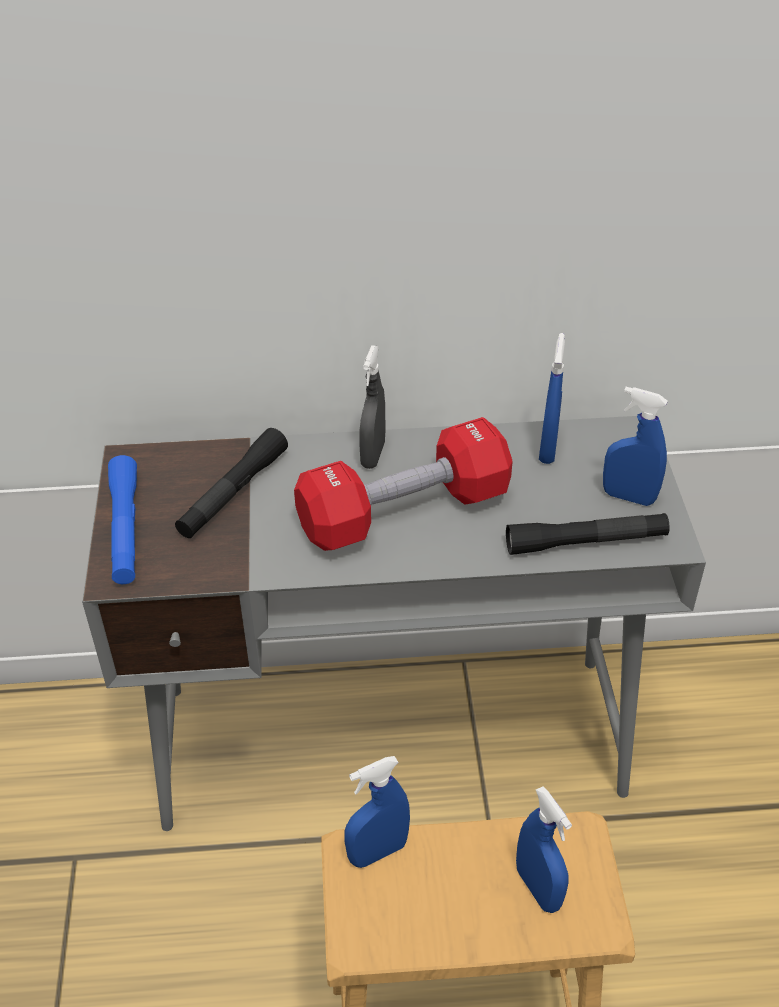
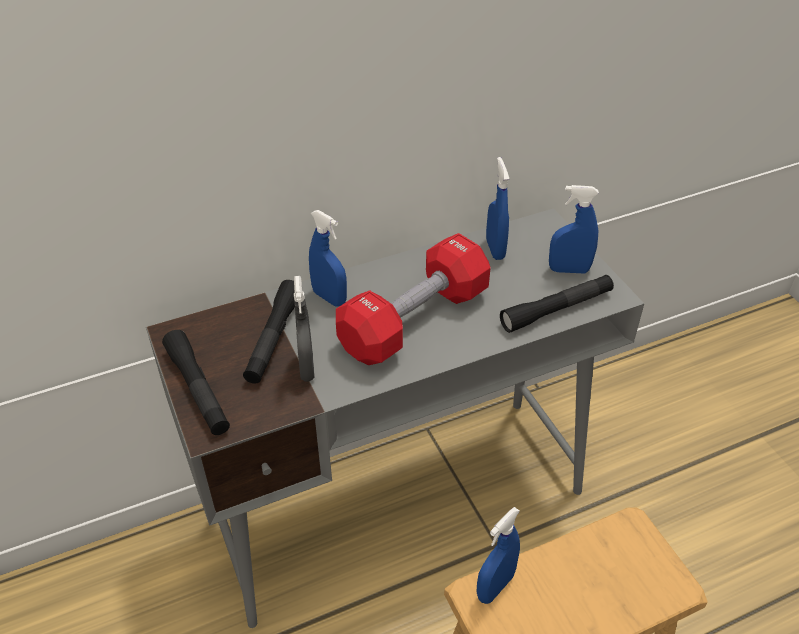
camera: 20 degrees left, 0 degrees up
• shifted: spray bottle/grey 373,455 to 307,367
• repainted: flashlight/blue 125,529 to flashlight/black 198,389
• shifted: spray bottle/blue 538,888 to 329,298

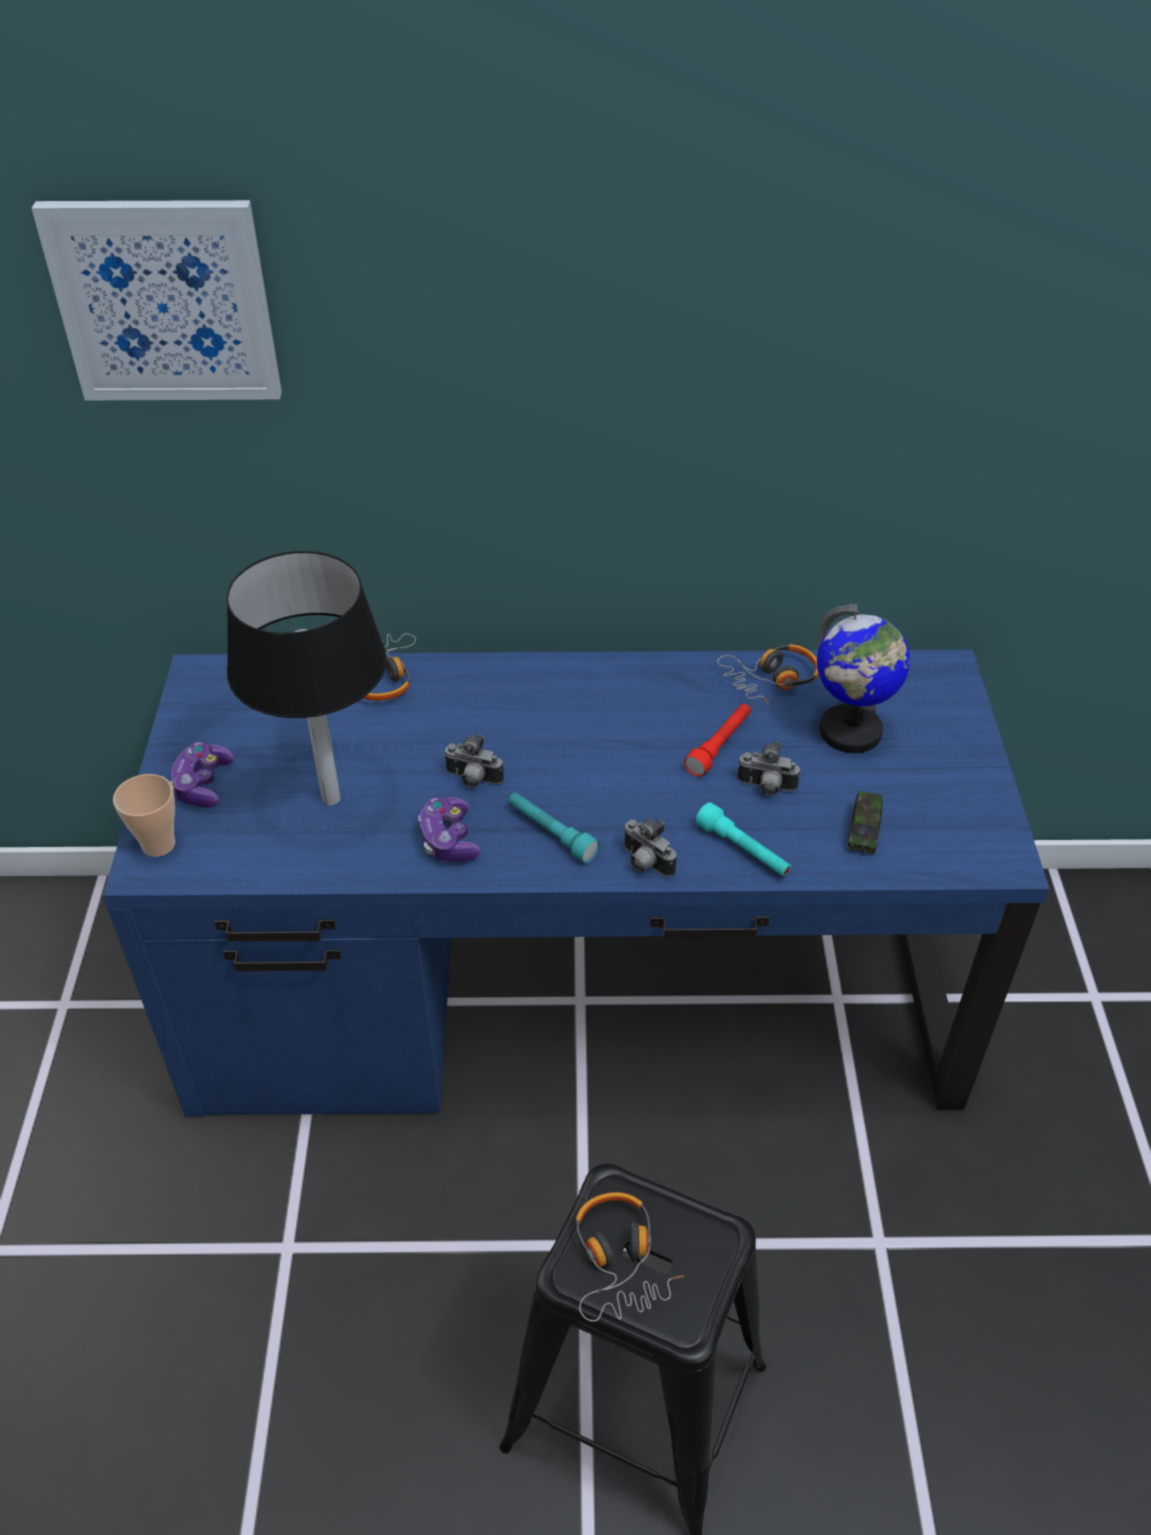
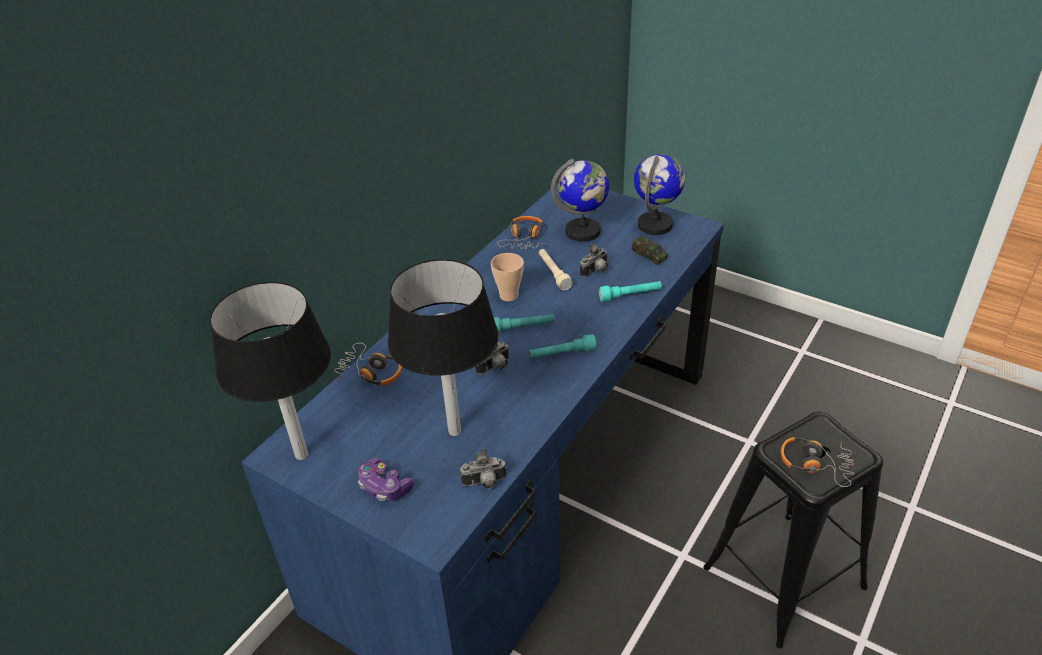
camera: 55 degrees left, 5 degrees down
• gone: picture 165,301
• repainted: flashlight/red 719,746 to flashlight/beige 553,273
• shifted: cup 158,845 to 509,295
• gone: game controller 449,840
• shifted: photo camera 644,863 to 485,483
• new: globe 655,225
• new: table lamp/black 301,454
• new: flashlight/turquoise 522,328

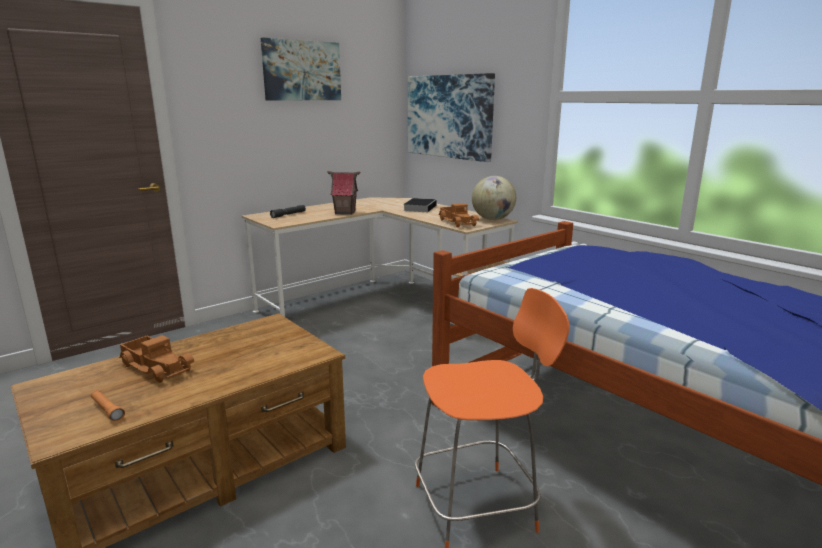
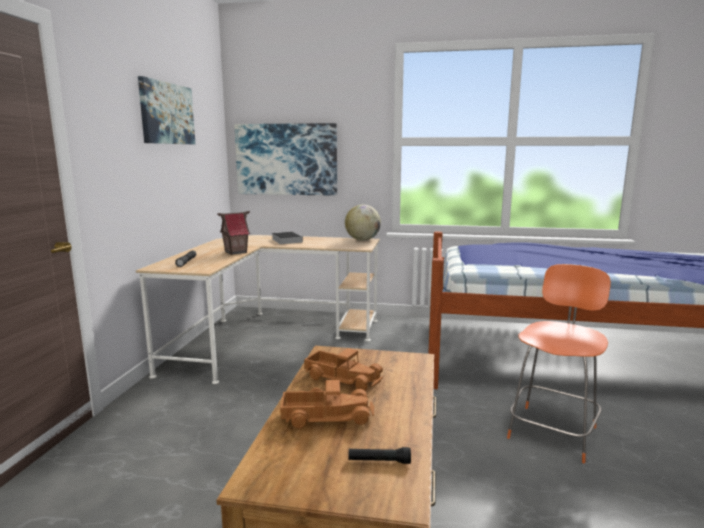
camera: 40 degrees left, 5 degrees down
• shifted: toy truck 458,222 to 343,378
• repainted: flashlight/orange 107,410 to flashlight/black 379,461

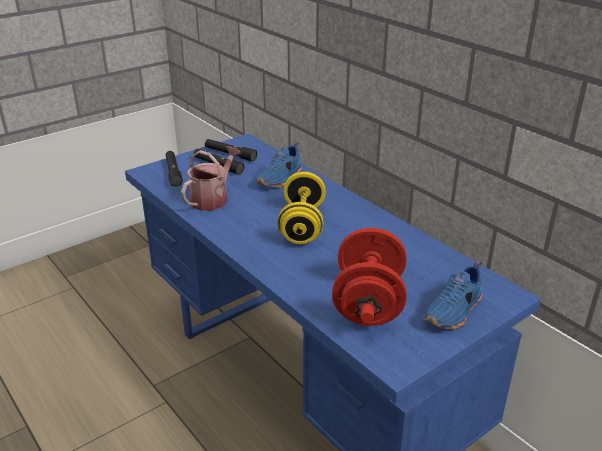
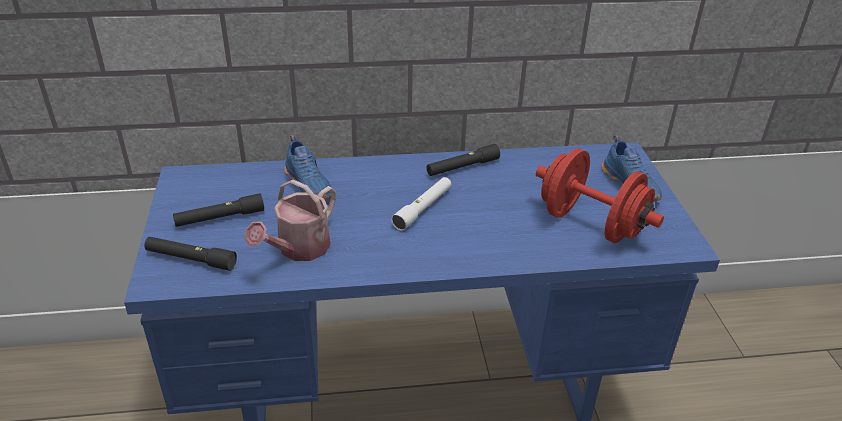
camera: 60 degrees left, 5 degrees up
• shifted: flashlight/black 230,154 to 462,167
• rotated: watering can 212,198 = 298,249 120 degrees counterclockwise
• swapped: dumbbell/yellow 302,225 to flashlight/white 423,208

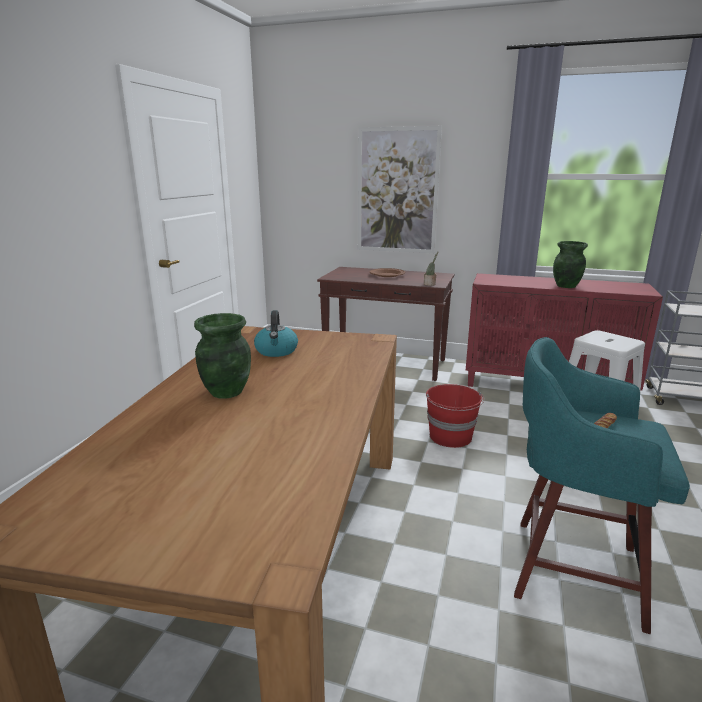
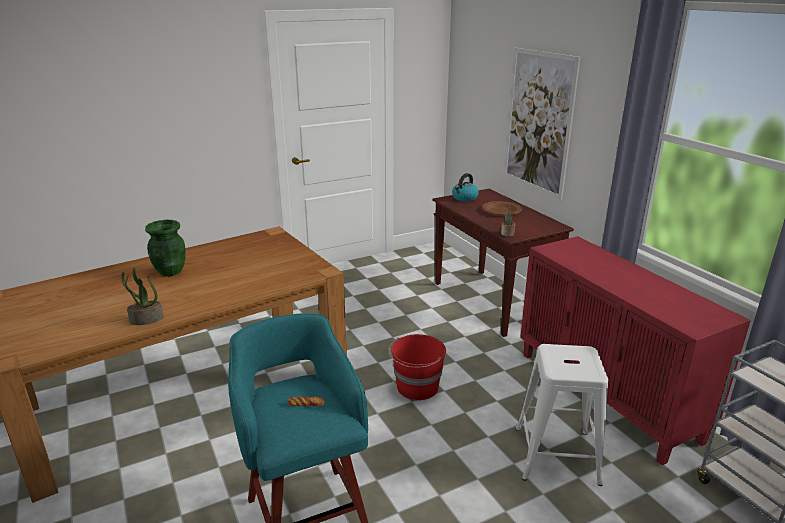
camera: 45 degrees right, 5 degrees up
• gone: vase/green 566,286
• shifted: kettle 276,351 to 464,198
• new: potted plant 146,320

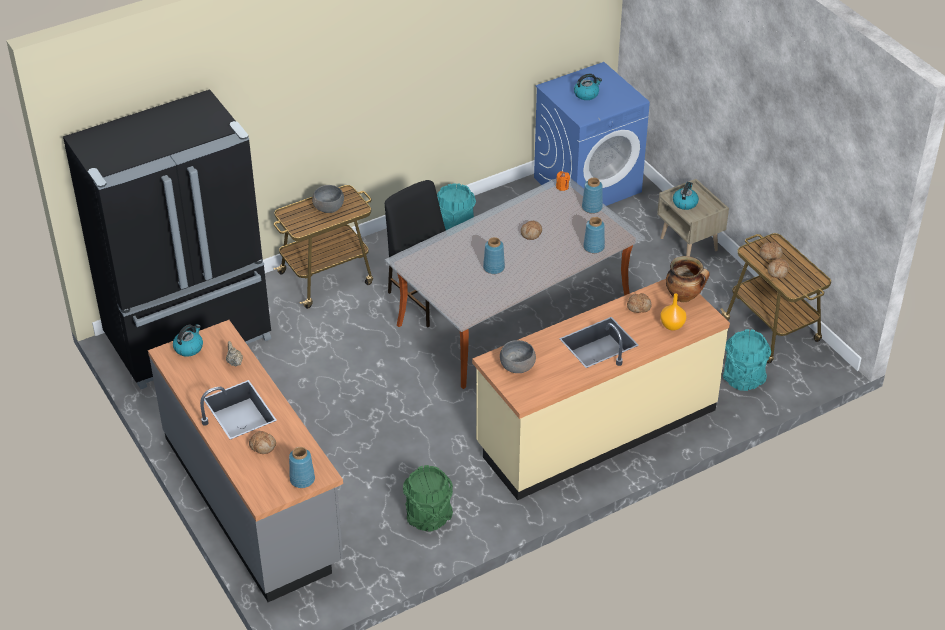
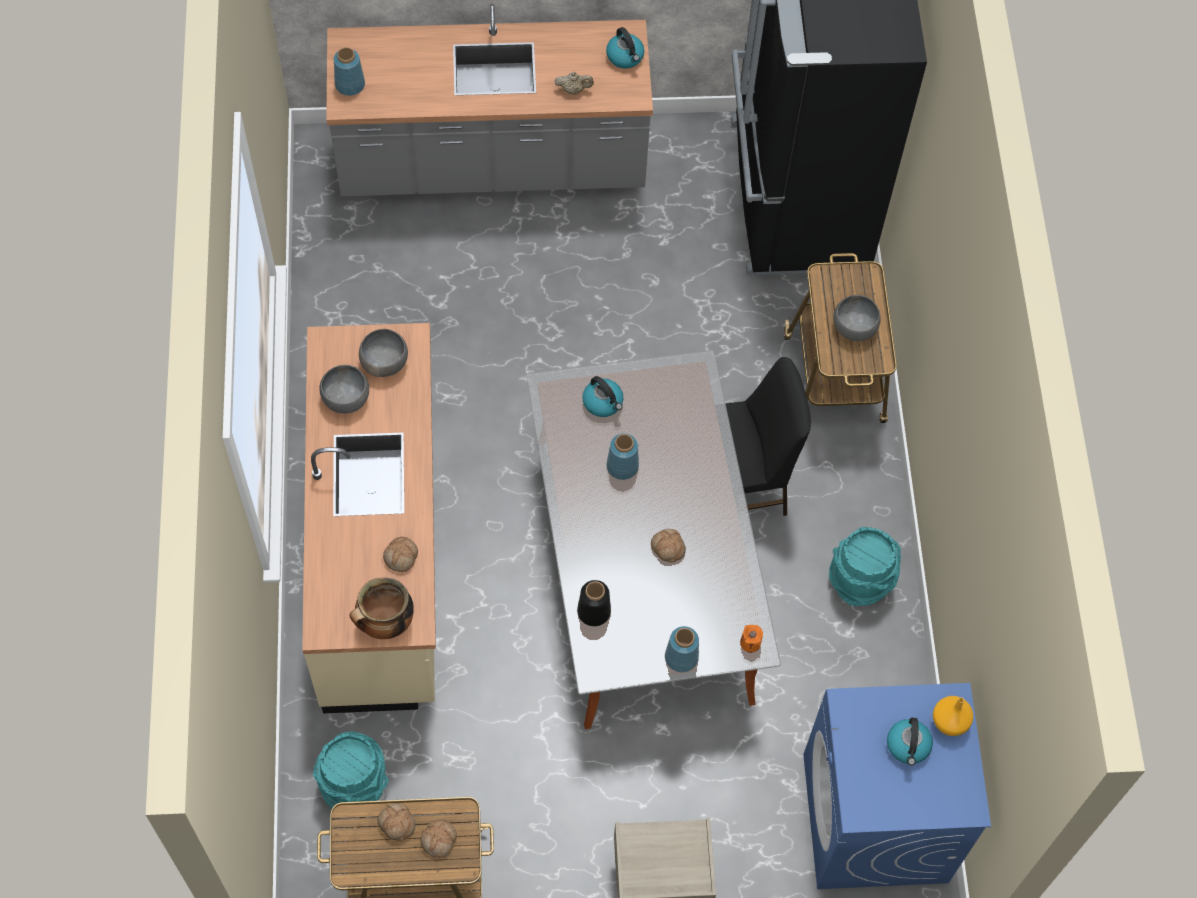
camera: 115 degrees right, 20 degrees up
• shifted: kettle 685,203 to 603,402
• repainted: vase/blue 593,247 to vase/black 594,611
• shifted: vase/orange 672,325 to 949,723
• gone: bread 263,445
• gone: bucket/green 428,517
• new: bowl/grey 346,398

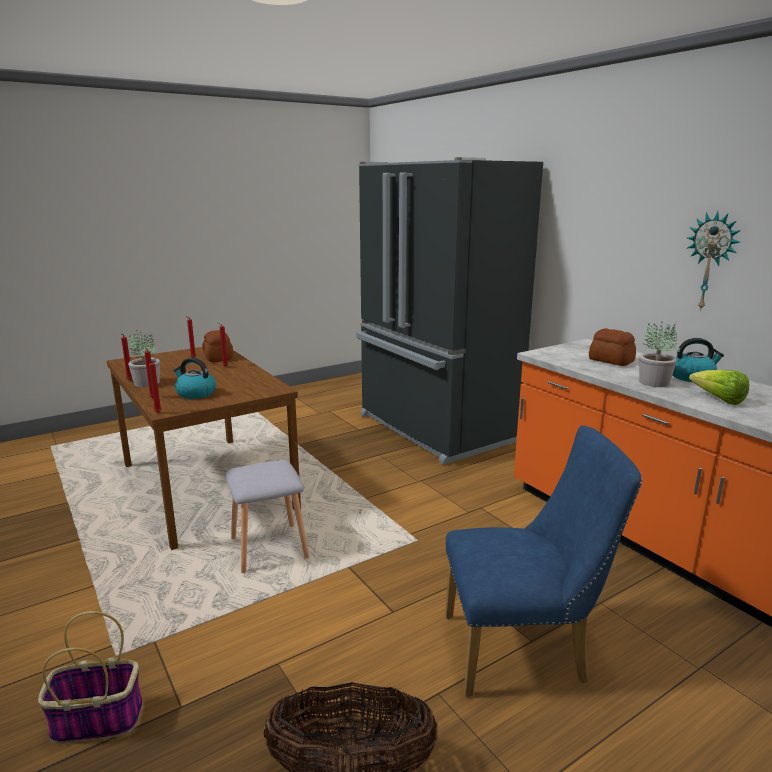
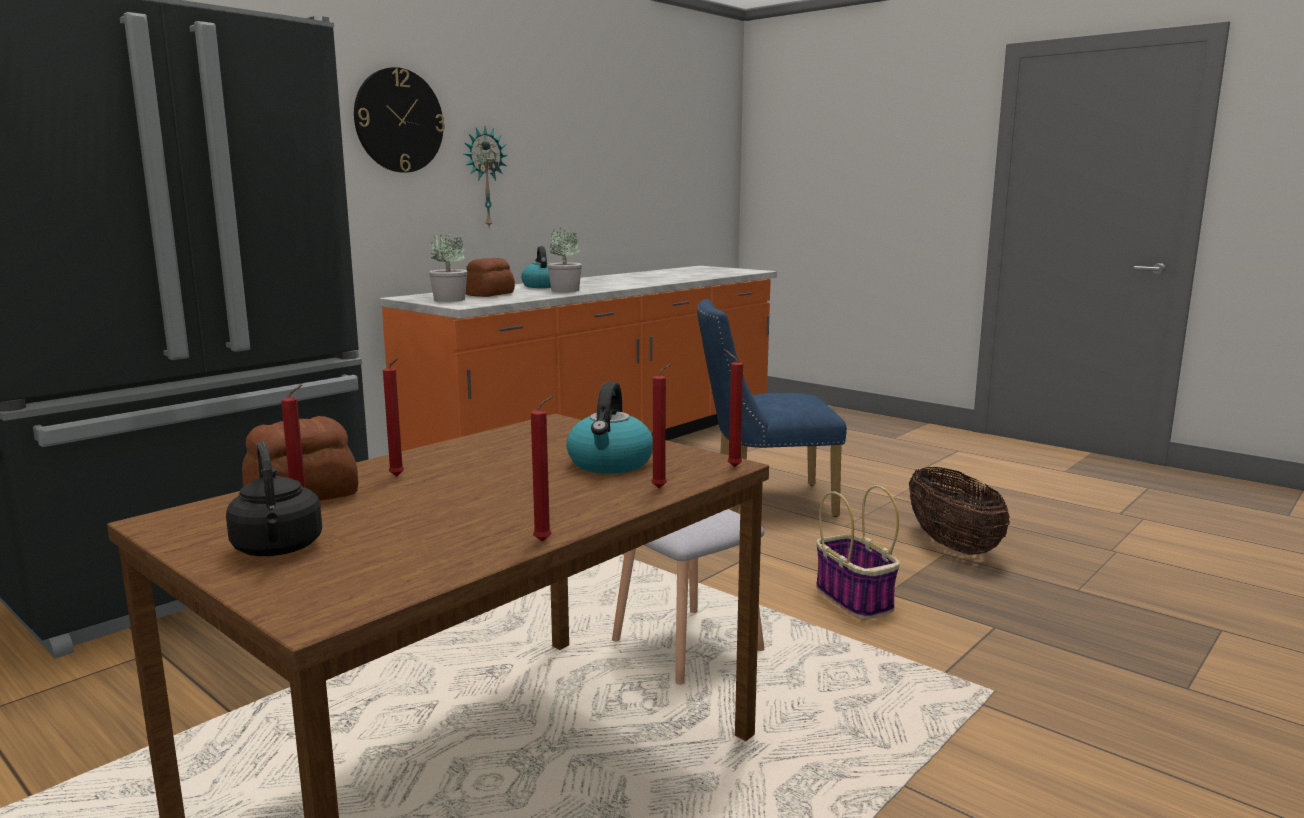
camera: 105 degrees left, 5 degrees down
• shifted: potted plant 146,383 to 449,300
• gone: lettuce 719,400
• rotated: chair/blue 524,650 = 763,501 75 degrees counterclockwise
• shifted: basket 95,721 to 855,599
• new: wall clock 399,120
• new: kettle/black 278,549

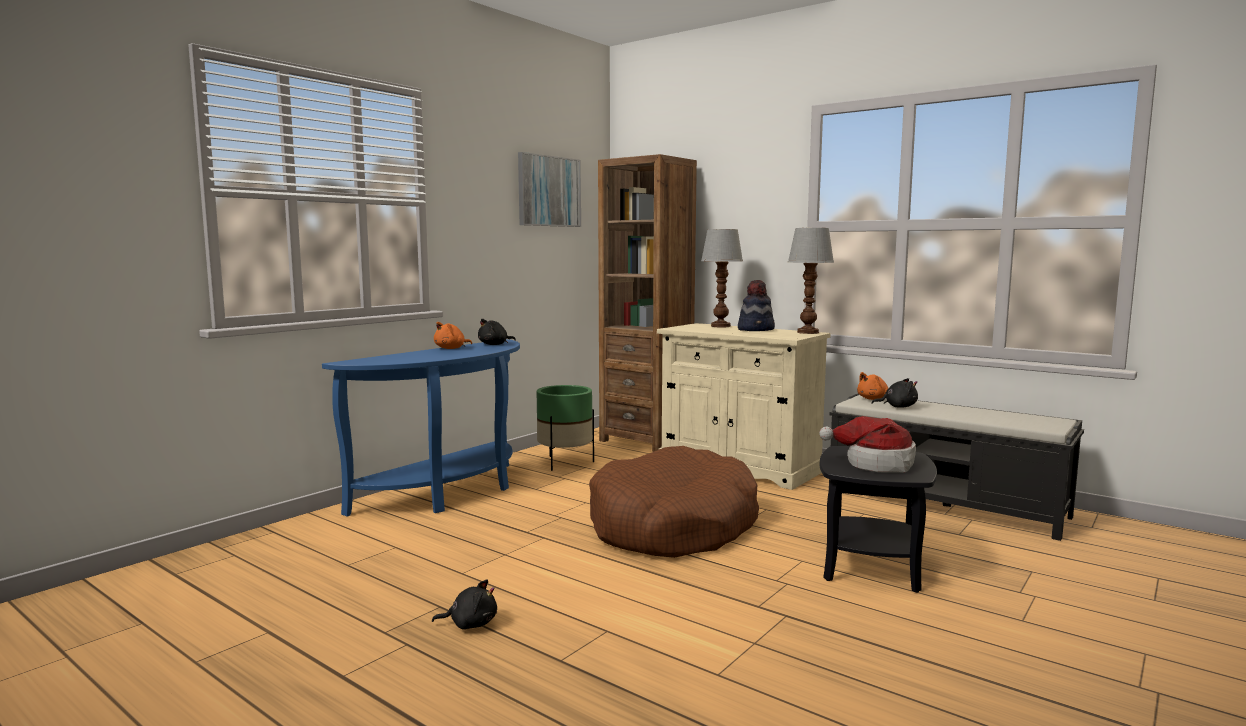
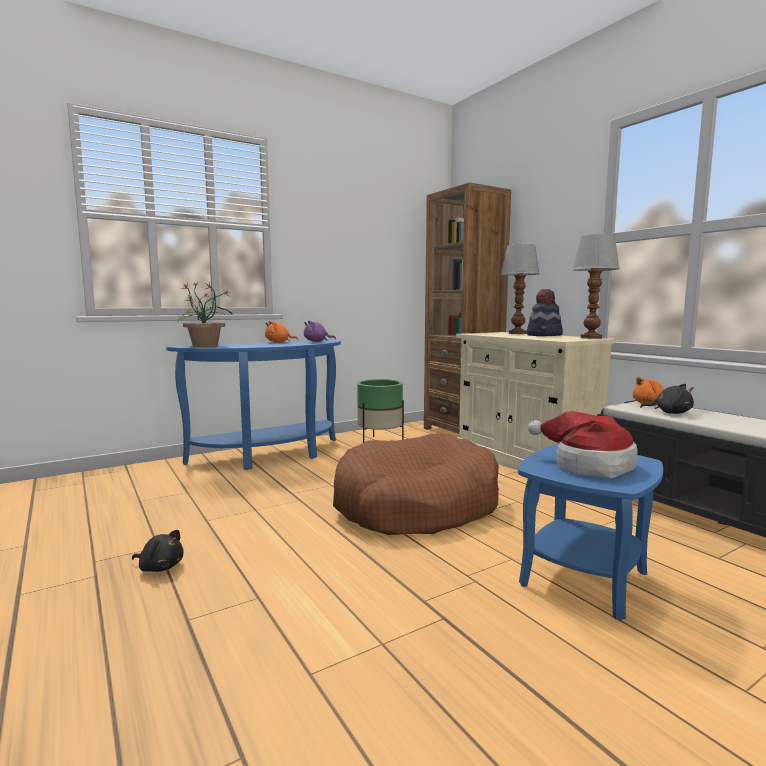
camera: 20 degrees right, 0 degrees up
• gone: picture 549,191
• repainted: plush toy/black 495,344 to plush toy/purple 317,341
• repainted: side table/black 871,567 to side table/blue 583,579
• new: potted plant 206,346

